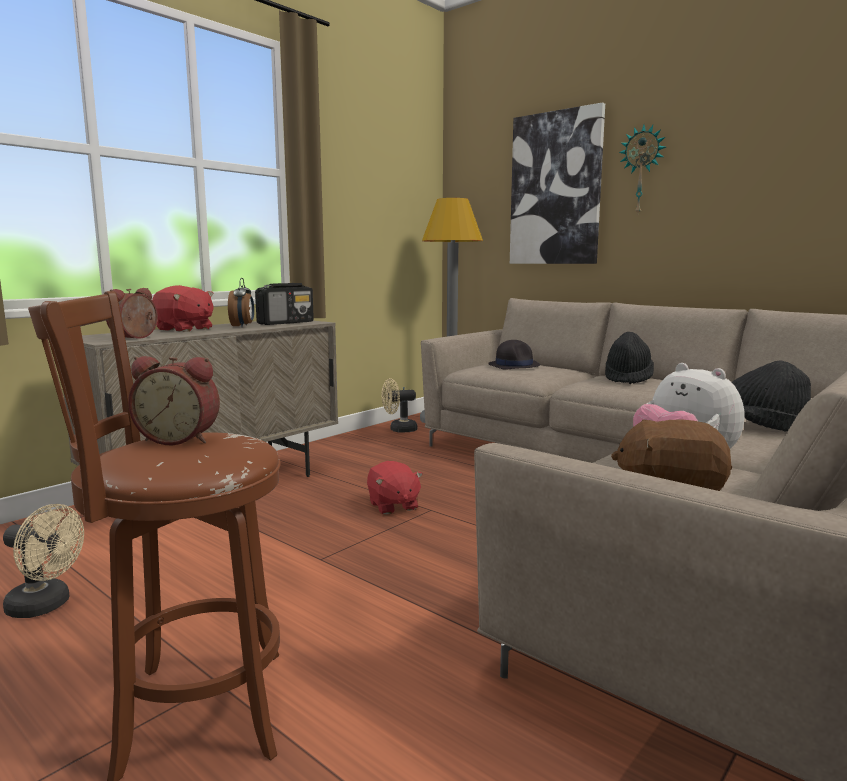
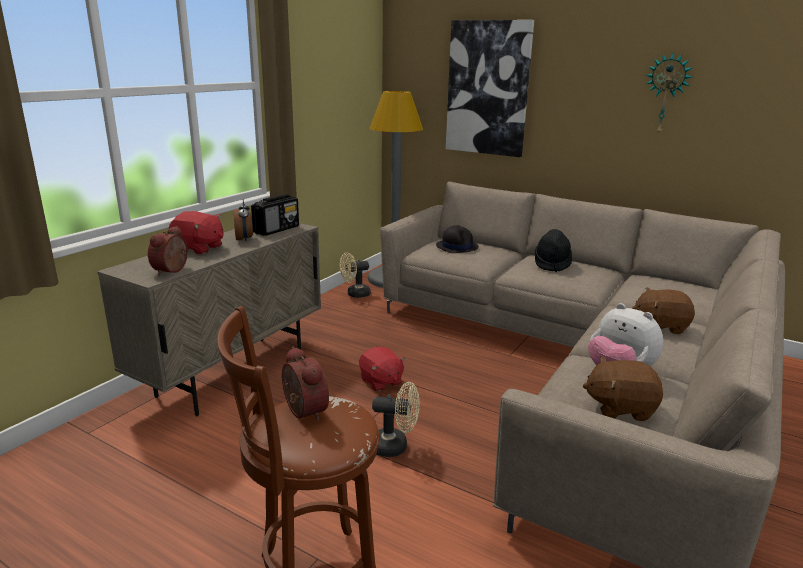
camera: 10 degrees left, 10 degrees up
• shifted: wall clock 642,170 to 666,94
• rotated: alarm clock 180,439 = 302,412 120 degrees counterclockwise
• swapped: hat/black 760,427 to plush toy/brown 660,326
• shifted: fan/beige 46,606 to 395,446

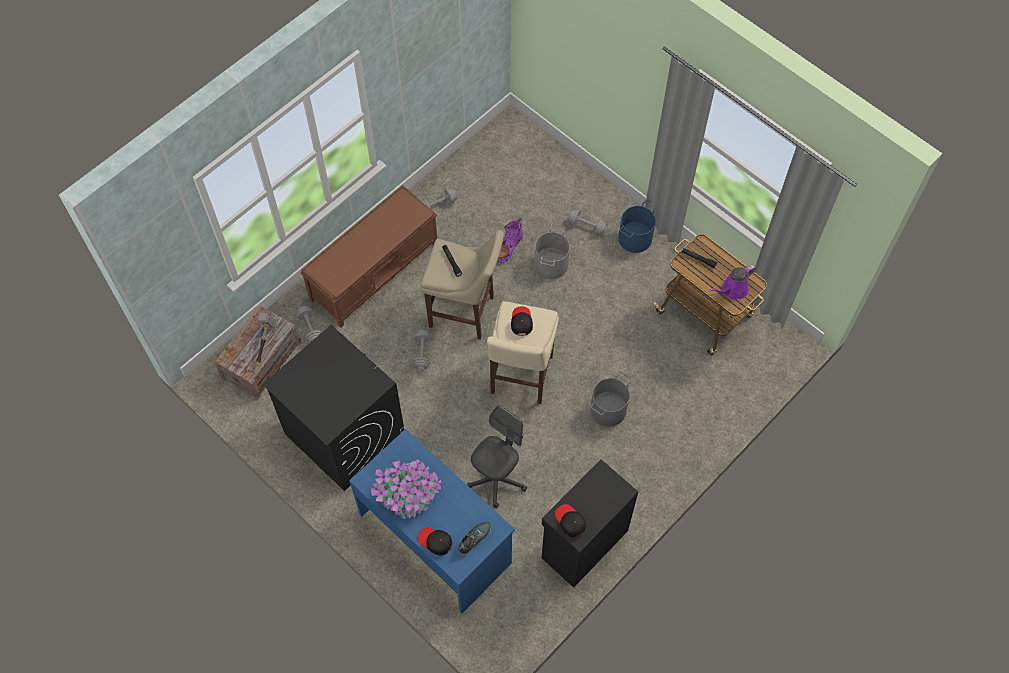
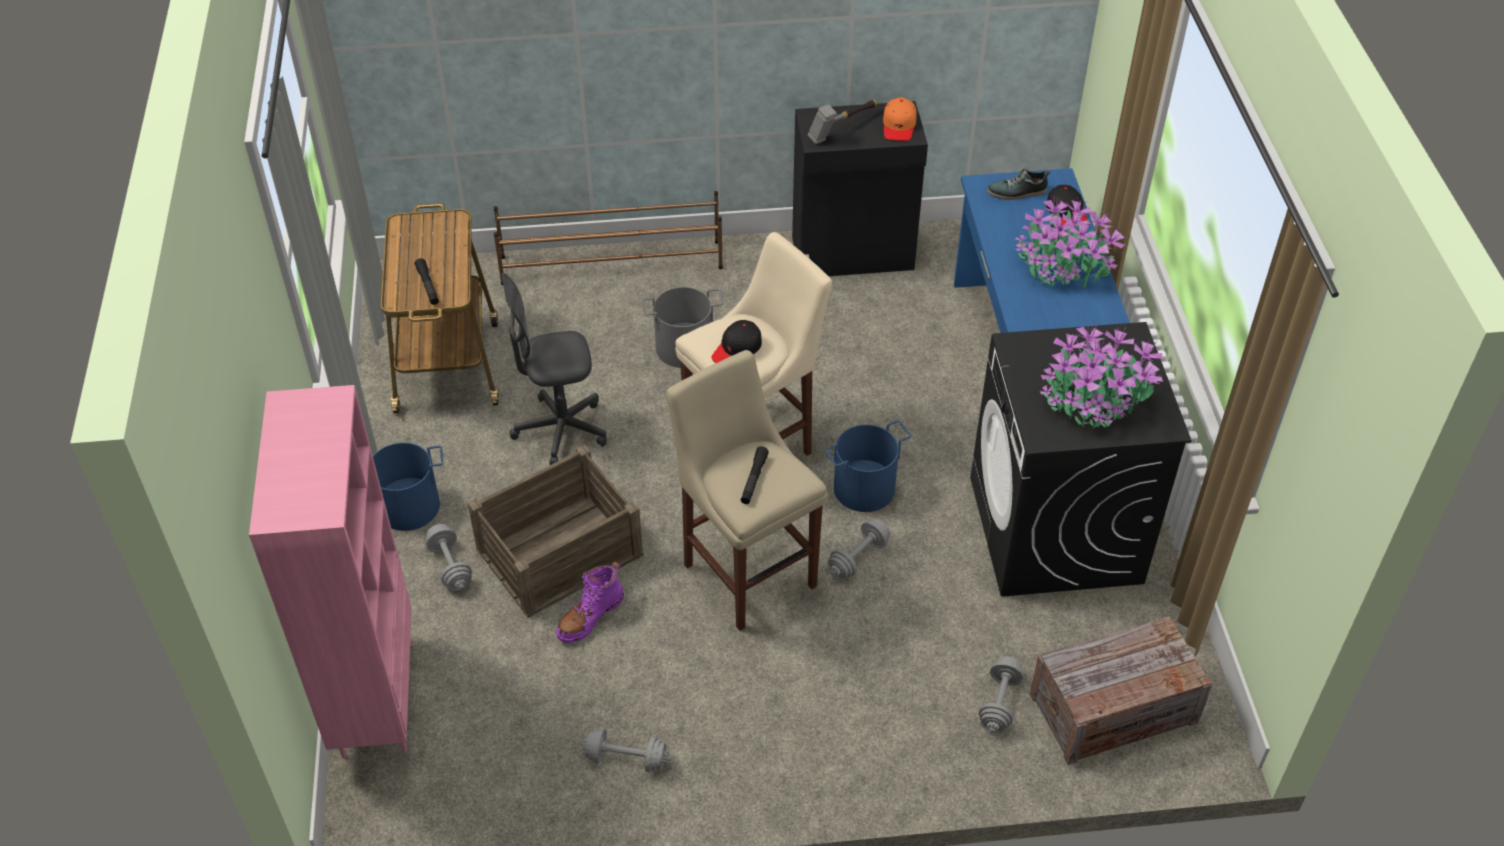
camera: 140 degrees left, 15 degrees down
• gone: bench/brown 375,270
• rotated: boot/purple 508,247 = 590,616 150 degrees clockwise
• swapped: bucket/grey 551,264 to crate 558,551
• gone: watering can/purple 732,290
• shifted: hammer 265,343 to 842,129
• shifted: office chair/grey 497,479 to 561,430
• repainted: cap/black 570,521 to cap/orange 899,126
• new: shoe rack/brown 612,263
• new: potted plant 1094,401
• new: bookcase/pink 375,697
• new: bucket/blue 864,489

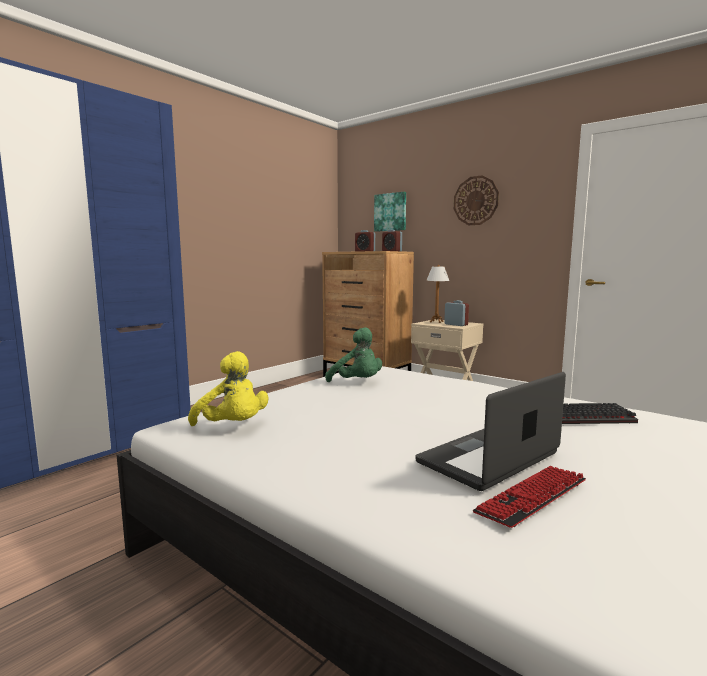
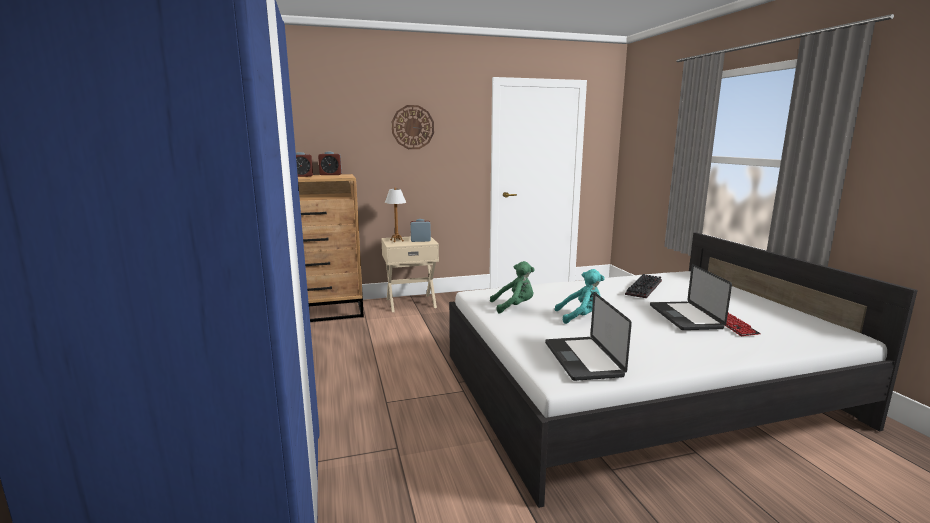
camera: 55 degrees left, 5 degrees up
• gone: picture 390,212
• swapped: plush toy/yellow 233,426 to laptop 582,359
• new: plush toy/turquoise 581,317

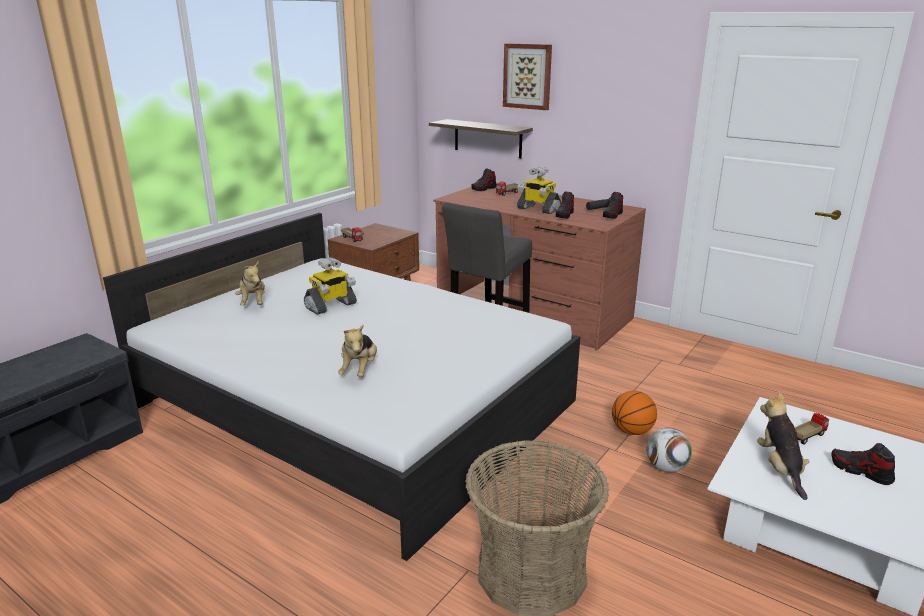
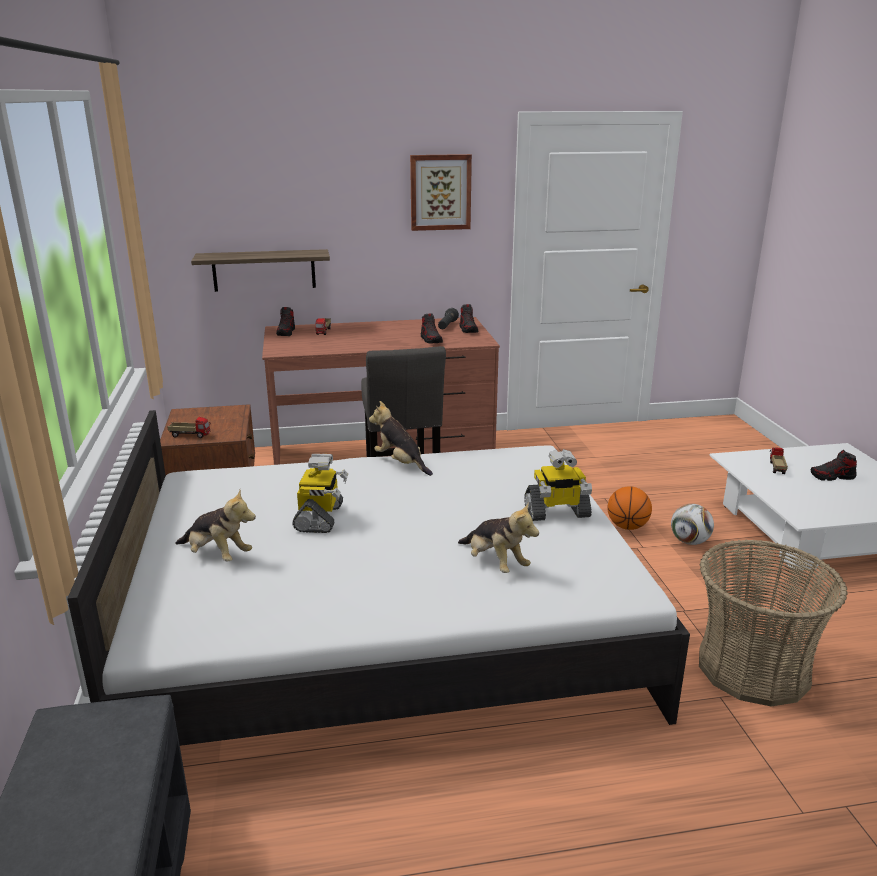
camera: 45 degrees left, 0 degrees up
• shifted: picture 527,76 to 440,192
• shifted: toy robot 538,209 to 556,512
• shifted: plush toy 780,468 to 400,463

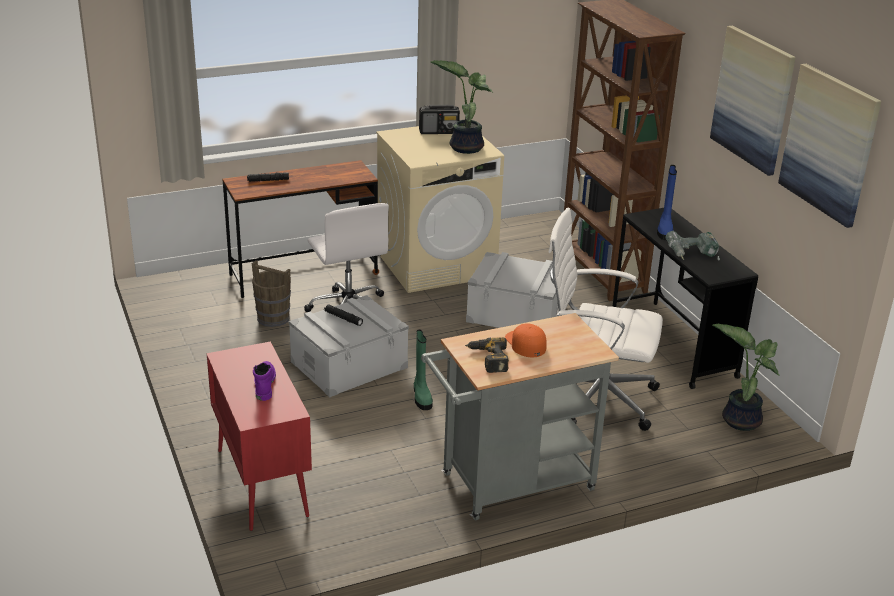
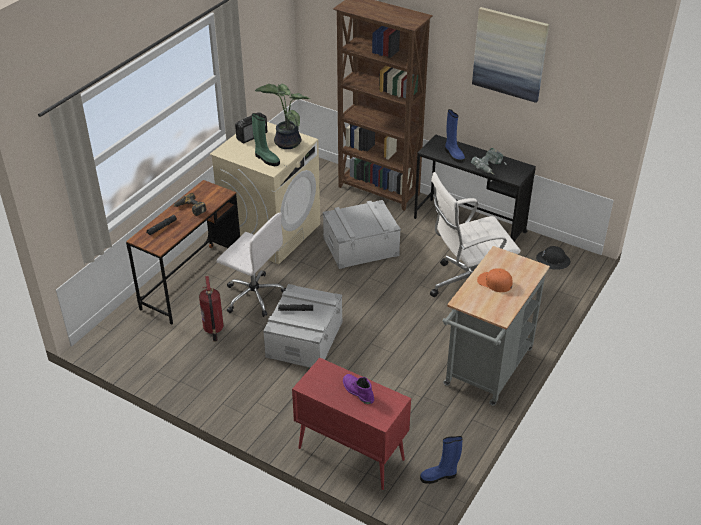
camera: 35 degrees left, 10 degrees up
• gone: picture 829,144
• swapped: bucket/brown 273,318 to fire extinguisher 213,329
• swapped: potted plant 740,419 to hard hat/black 553,260
• shifted: boot/green 421,397 to 266,159
• shifted: power drill 487,359 to 189,208
• new: boot/blue 439,476

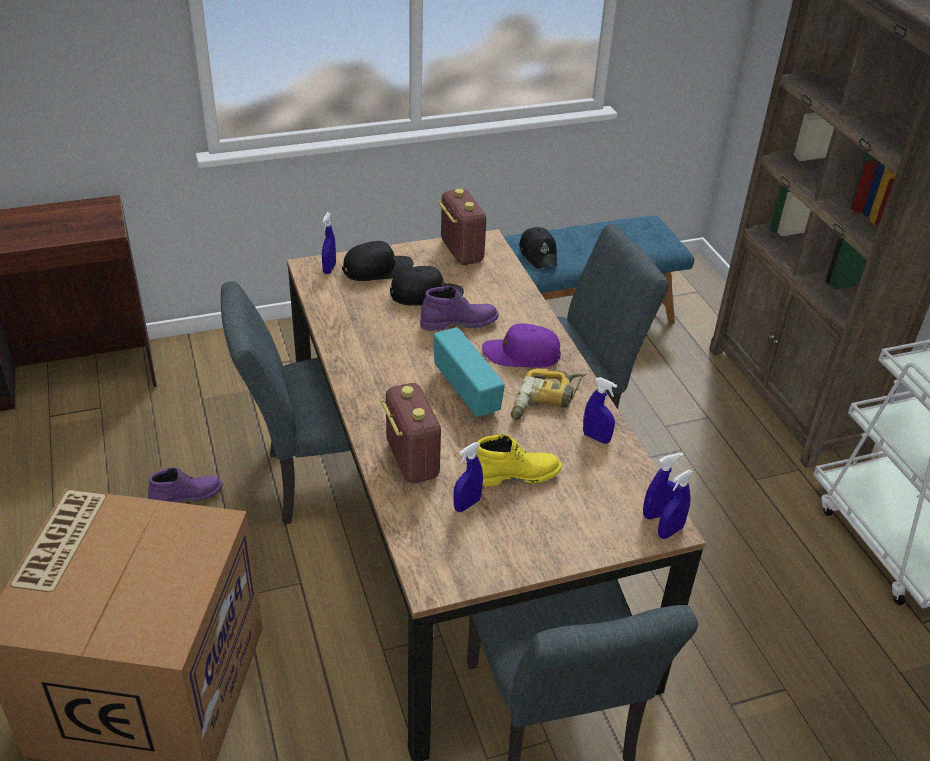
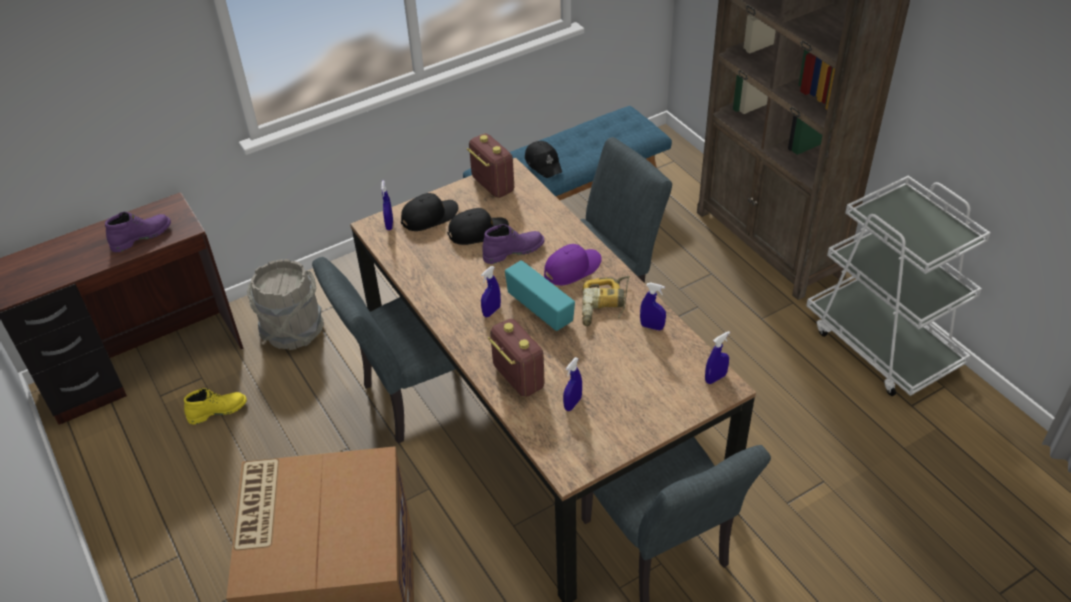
camera: 10 degrees left, 5 degrees up
• rotated: cap/purple 521,354 = 572,268 150 degrees clockwise
• shifted: boot/yellow 514,474 to 217,410
• shifted: boot/purple 187,496 to 141,236
• shifted: spray bottle/blue 670,531 to 491,311
• new: bucket/grey 293,331

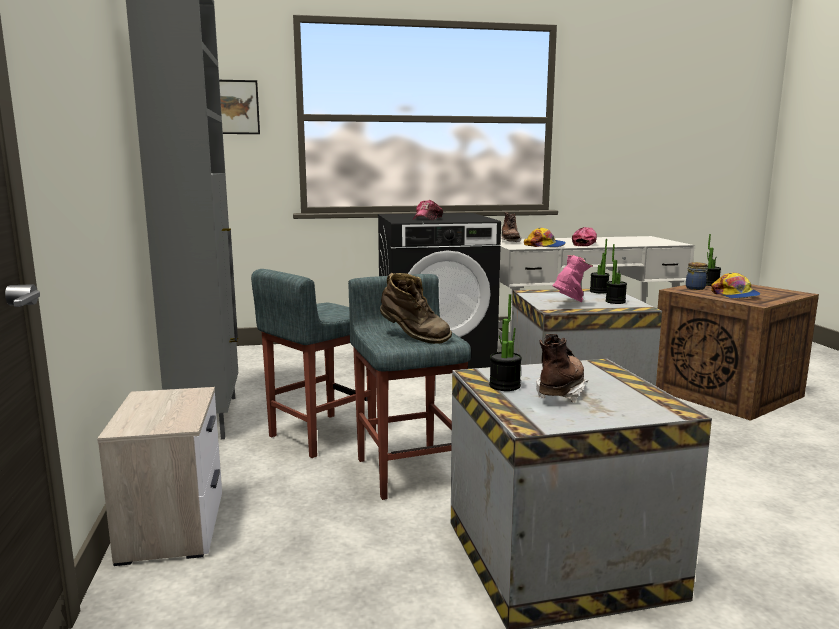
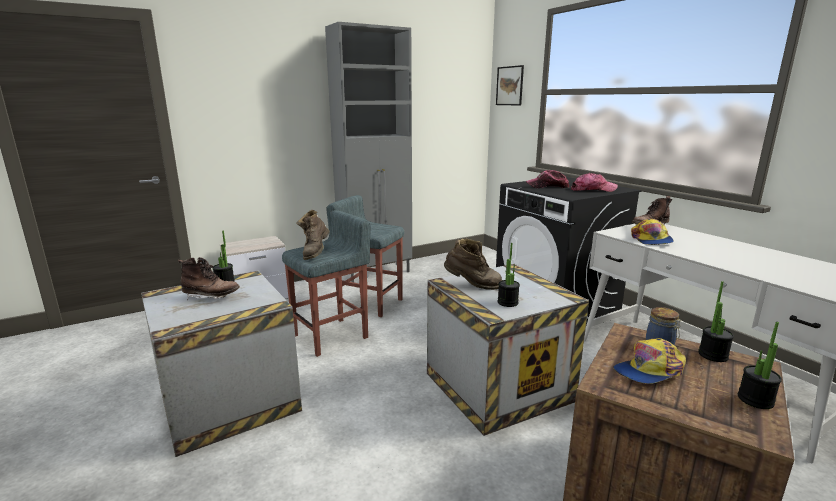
camera: 70 degrees right, 5 degrees up
• shifted: cap 584,243 to 593,190
• shifted: potted plant 598,291 to 755,400
• repainted: boot/pink 569,304 to boot/brown 472,286

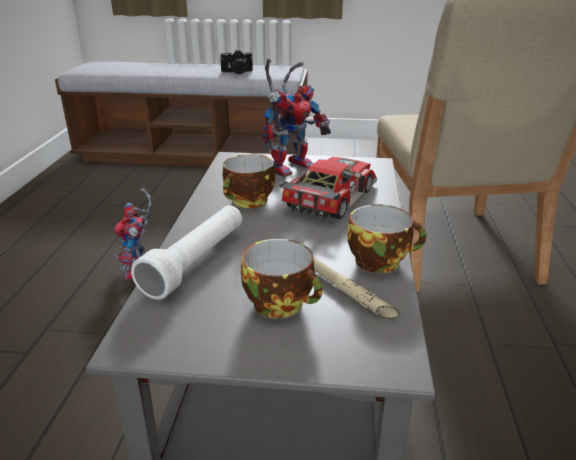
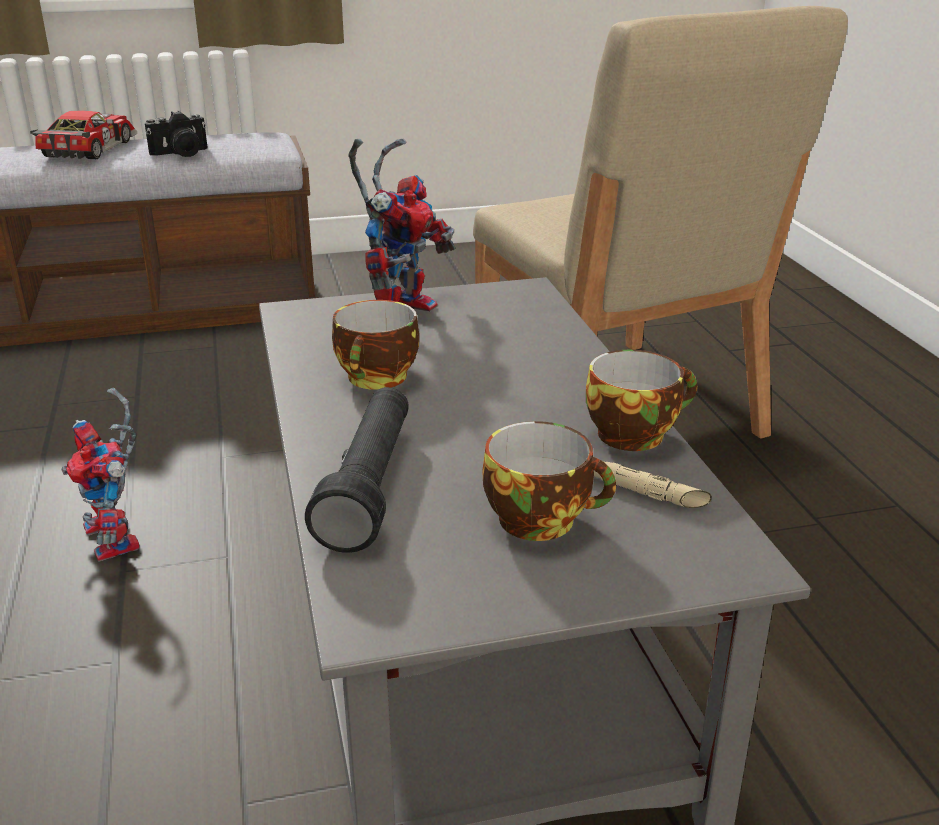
camera: 20 degrees left, 0 degrees up
• shifted: toy car 327,197 to 86,148
• repainted: flashlight/white 196,262 to flashlight/black 369,486

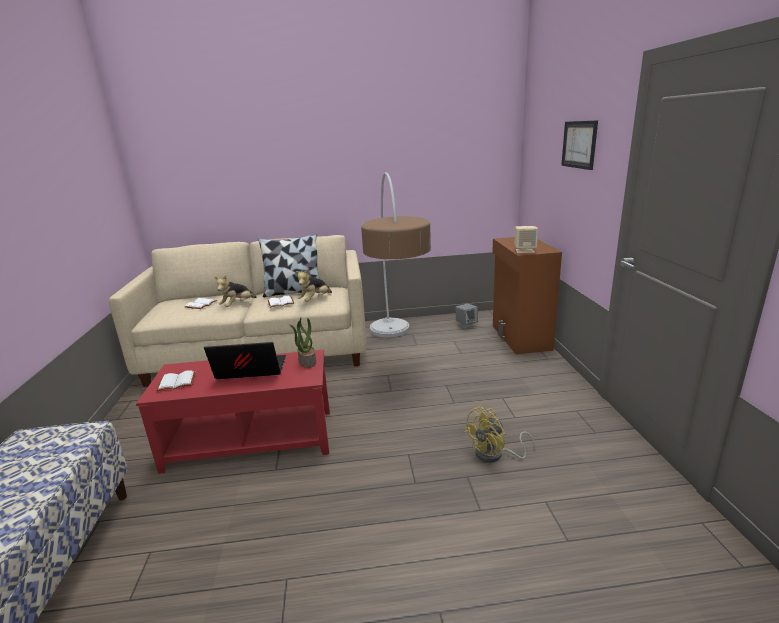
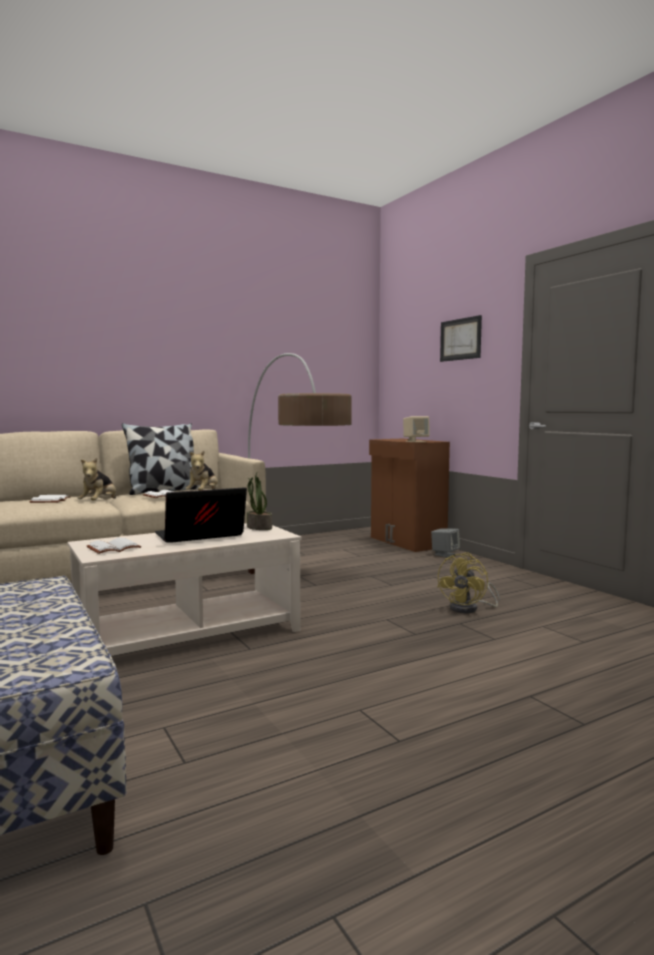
camera: 25 degrees left, 15 degrees down
• shifted: speaker/grey 466,325 to 445,554
• repainted: coffee table/red 251,440 to coffee table/beige 189,634

